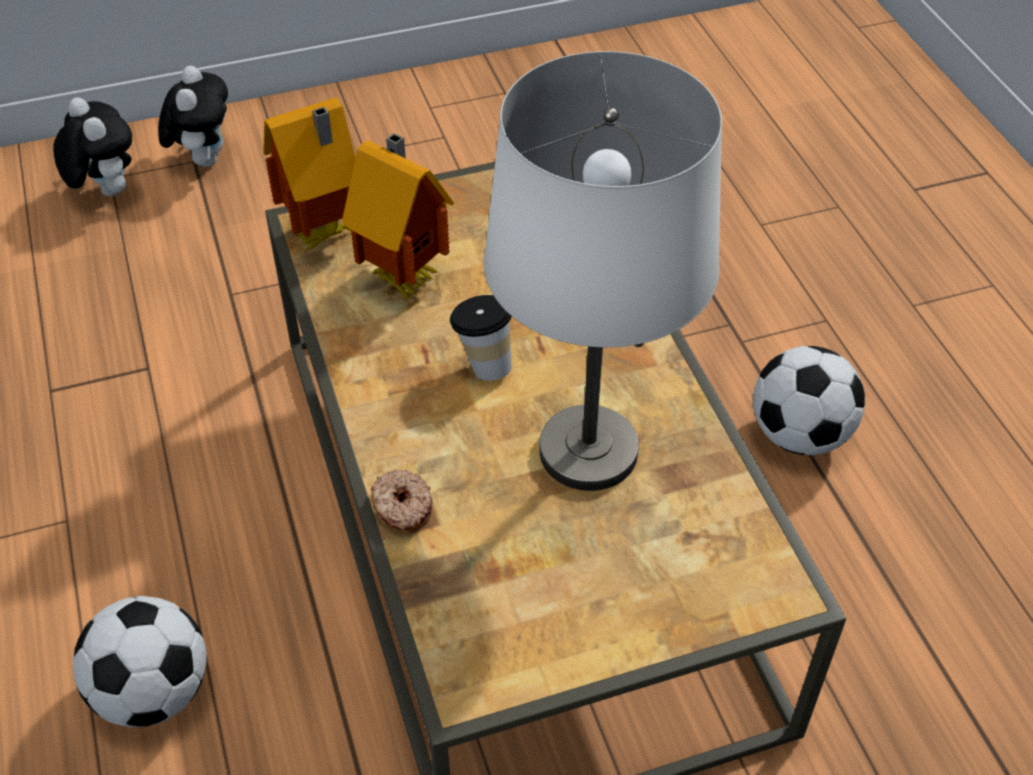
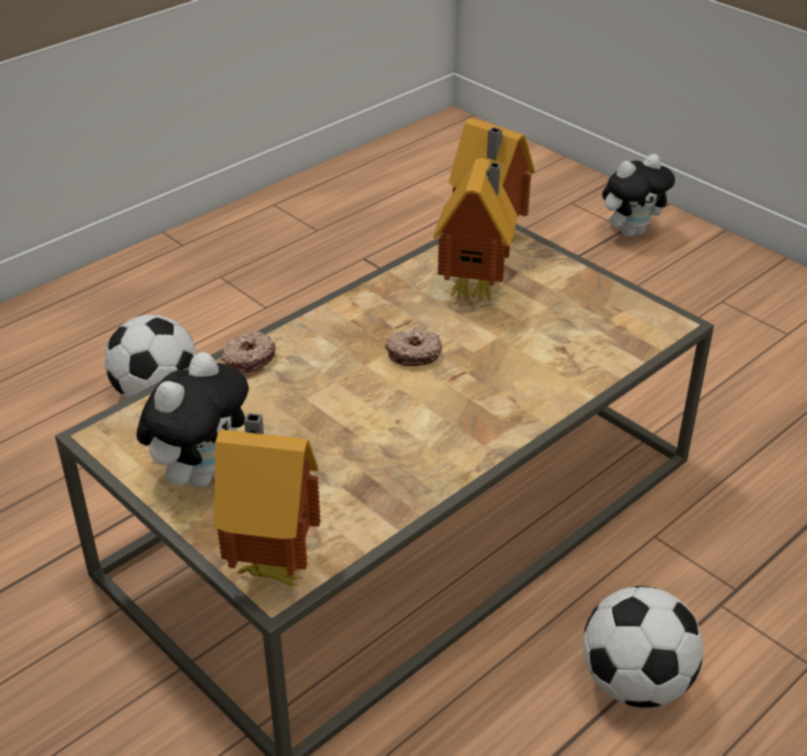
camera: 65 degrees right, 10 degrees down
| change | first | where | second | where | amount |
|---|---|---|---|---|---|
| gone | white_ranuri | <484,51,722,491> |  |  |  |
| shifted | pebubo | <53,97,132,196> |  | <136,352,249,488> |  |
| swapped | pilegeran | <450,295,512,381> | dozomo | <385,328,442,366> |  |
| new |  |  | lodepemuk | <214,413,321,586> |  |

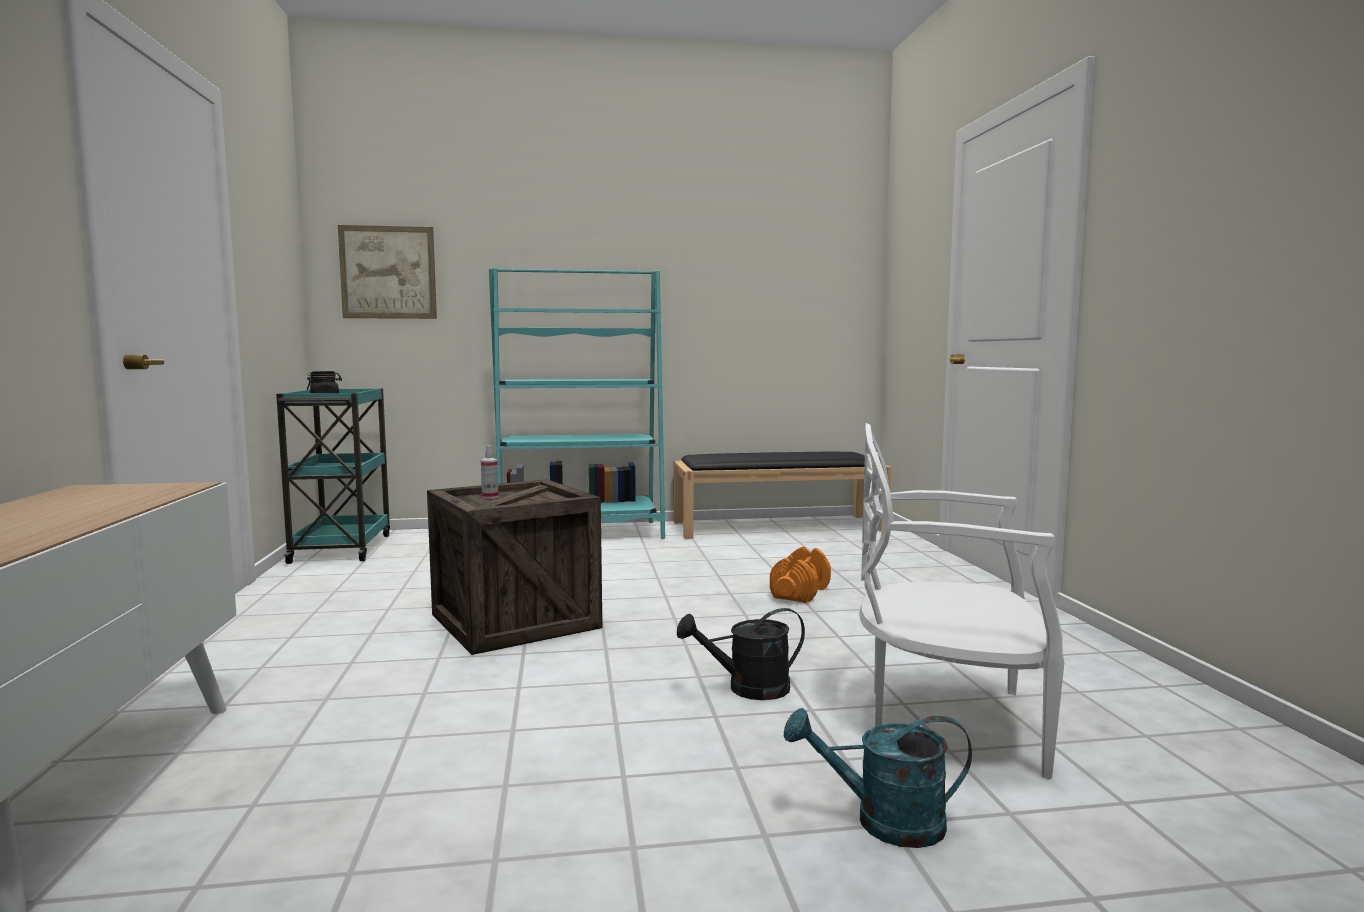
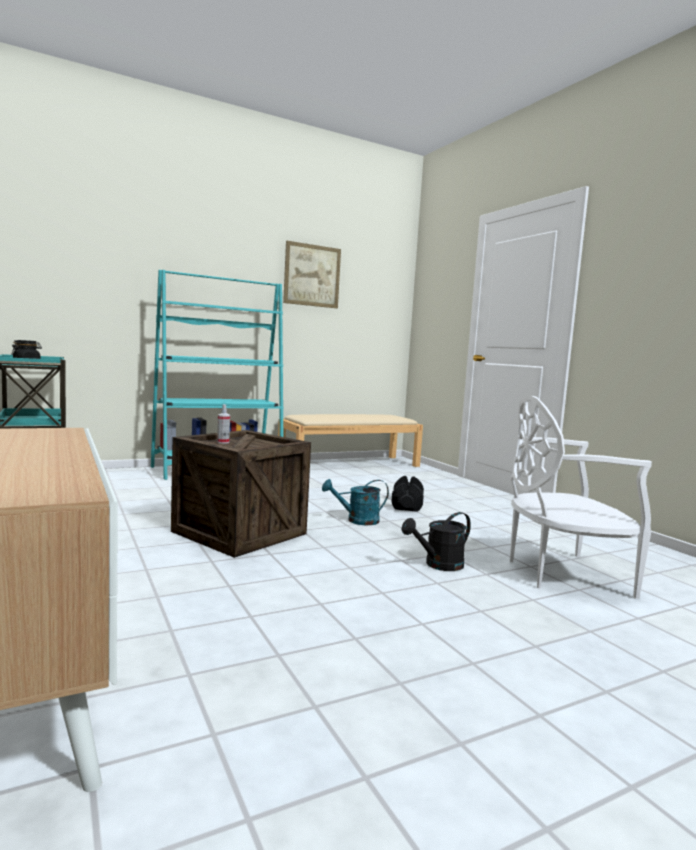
camera: 20 degrees left, 0 degrees up
| change | first | where | second | where | amount |
|---|---|---|---|---|---|
| shifted | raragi | <338,225,437,319> |  | <283,241,341,308> |  |
| repainted | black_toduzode | <674,451,891,539> | beige_toduzode | <278,414,423,467> |  |
| repainted | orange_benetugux | <770,547,831,603> | black_benetugux | <392,476,424,512> |  |
| shifted | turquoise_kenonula | <784,708,972,848> |  | <322,479,389,525> |  |

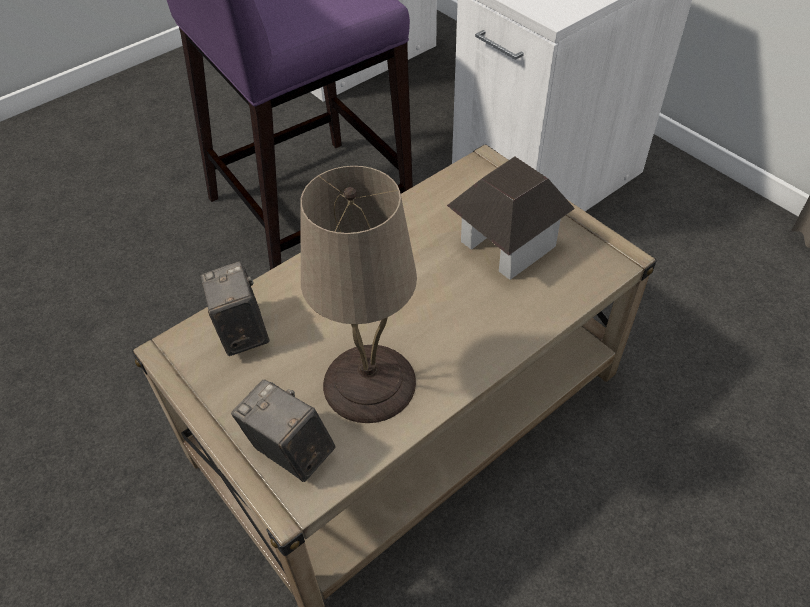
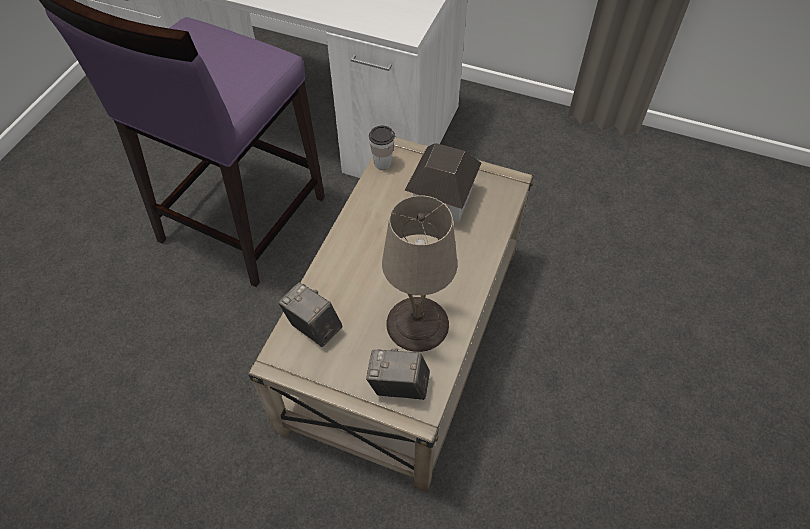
camera: 30 degrees left, 5 degrees up
| change | first | where | second | where | amount |
|---|---|---|---|---|---|
| new |  |  | pilegeran | <369,126,395,170> |  |

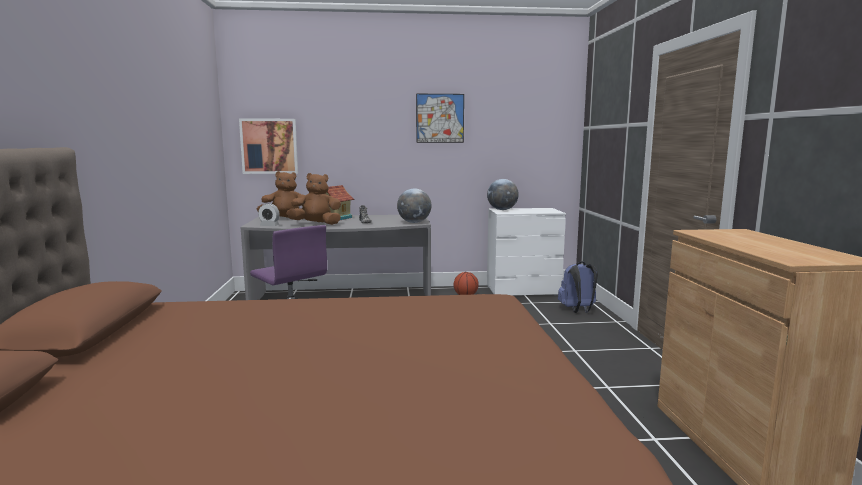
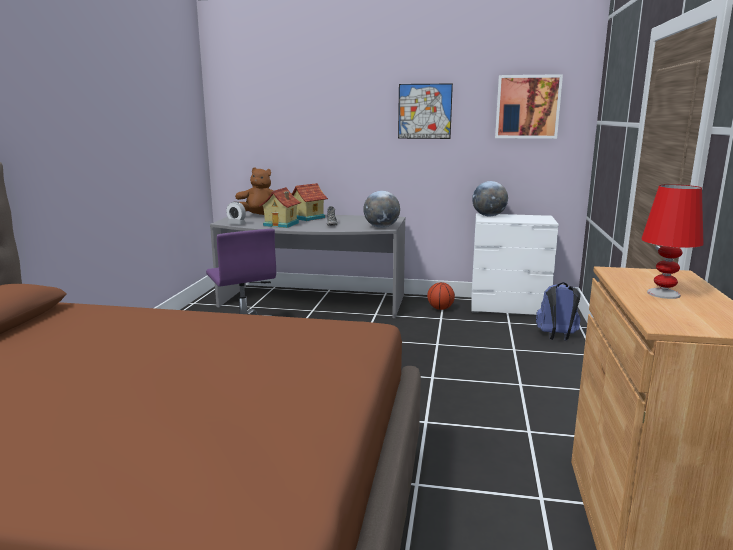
camera: 15 degrees right, 5 degrees up
| change | first | where | second | where | amount |
|---|---|---|---|---|---|
| shifted | raragi | <239,118,298,174> |  | <495,74,563,139> |  |
| swapped | brown_pebubo | <286,173,341,225> | lodepemuk | <259,187,301,228> |  |
| new |  |  | red_ranuri | <641,184,704,299> |  |

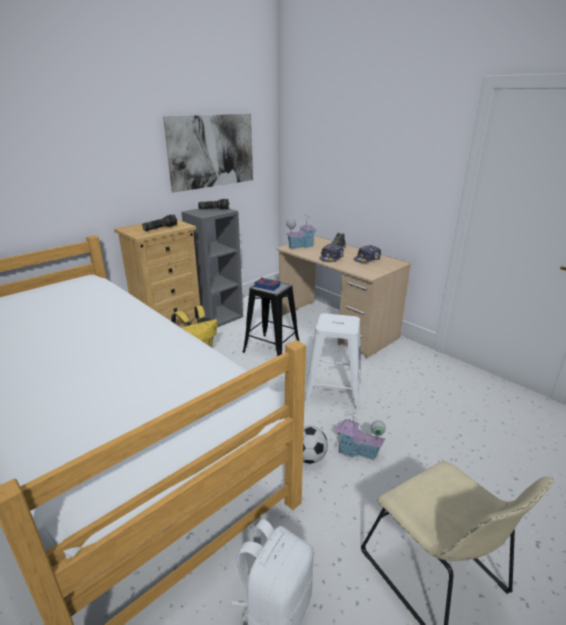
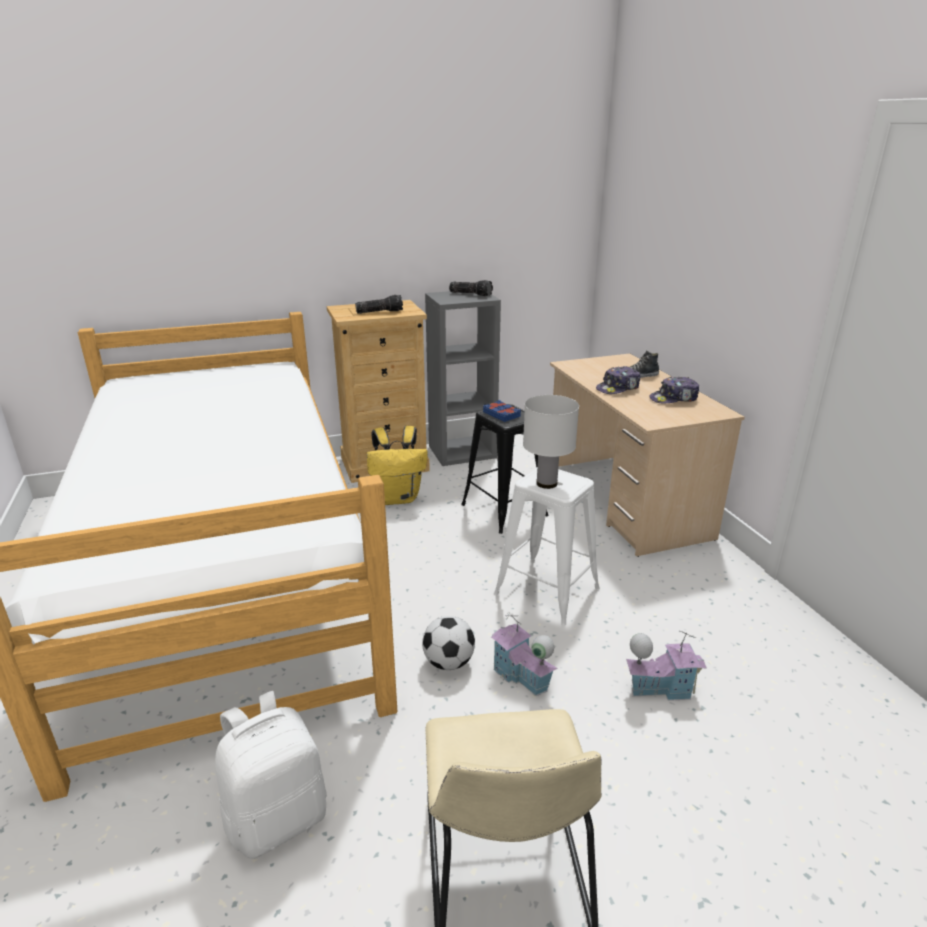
camera: 25 degrees right, 0 degrees up
| change | first | where | second | where | amount |
|---|---|---|---|---|---|
| gone | raragi | <163,114,253,193> |  |  |  |
| shifted | lodepemuk | <286,216,317,249> |  | <626,630,707,701> |  |
| new |  |  | white_ranuri | <523,395,579,489> |  |

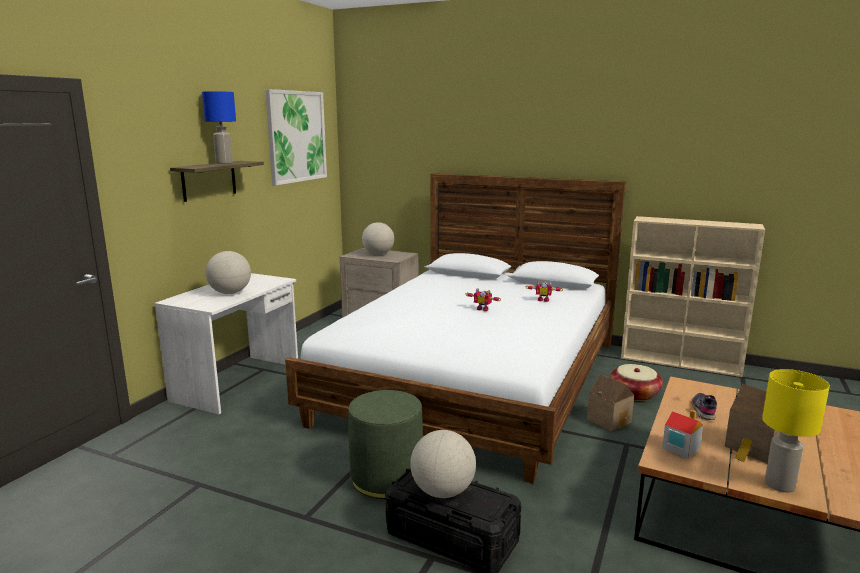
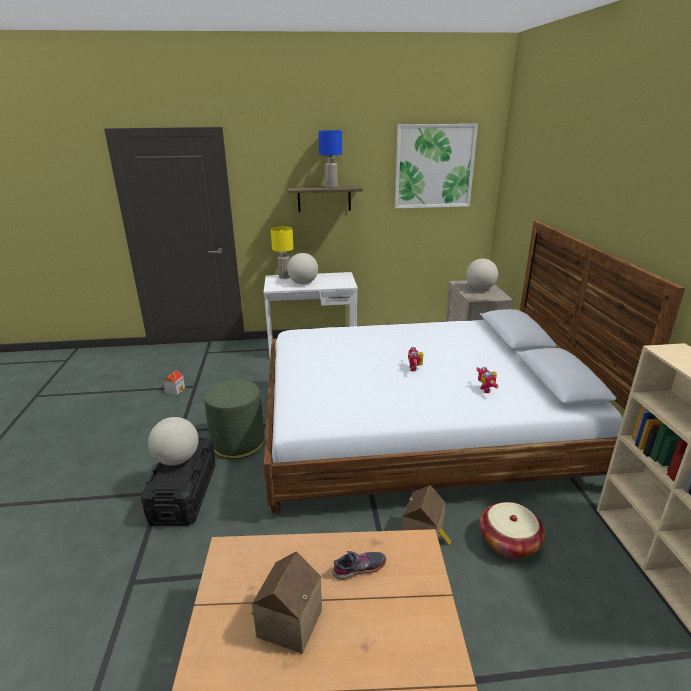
camera: 60 degrees right, 10 degrees up
| change | first | where | second | where | amount |
|---|---|---|---|---|---|
| shifted | yellow_ranuri | <762,369,830,492> |  | <271,226,294,279> |  |
| shifted | lodepemuk | <662,409,703,459> |  | <163,370,185,395> |  |

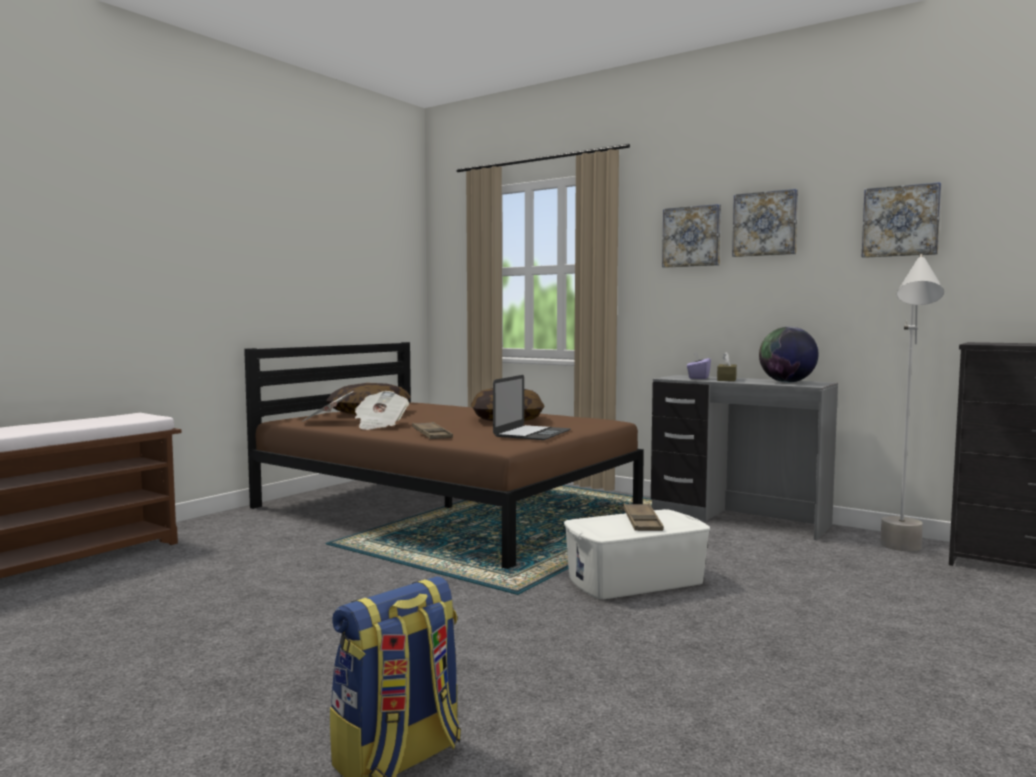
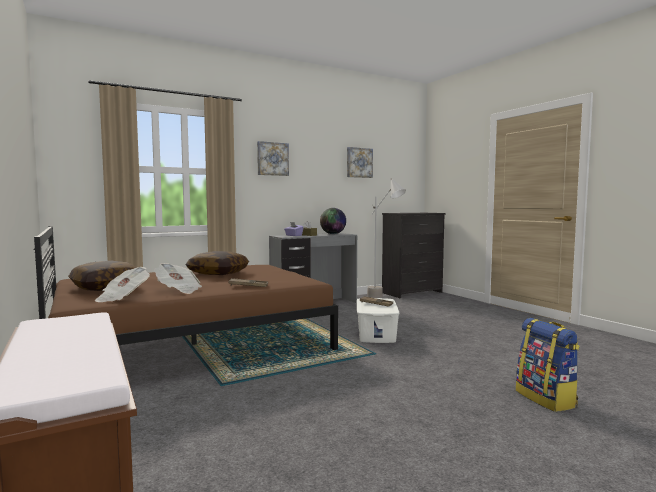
camera: 65 degrees left, 0 degrees up
| change | first | where | second | where | amount |
|---|---|---|---|---|---|
| gone | raragi | <732,189,798,257> |  |  |  |
| gone | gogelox | <493,375,571,440> |  |  |  |

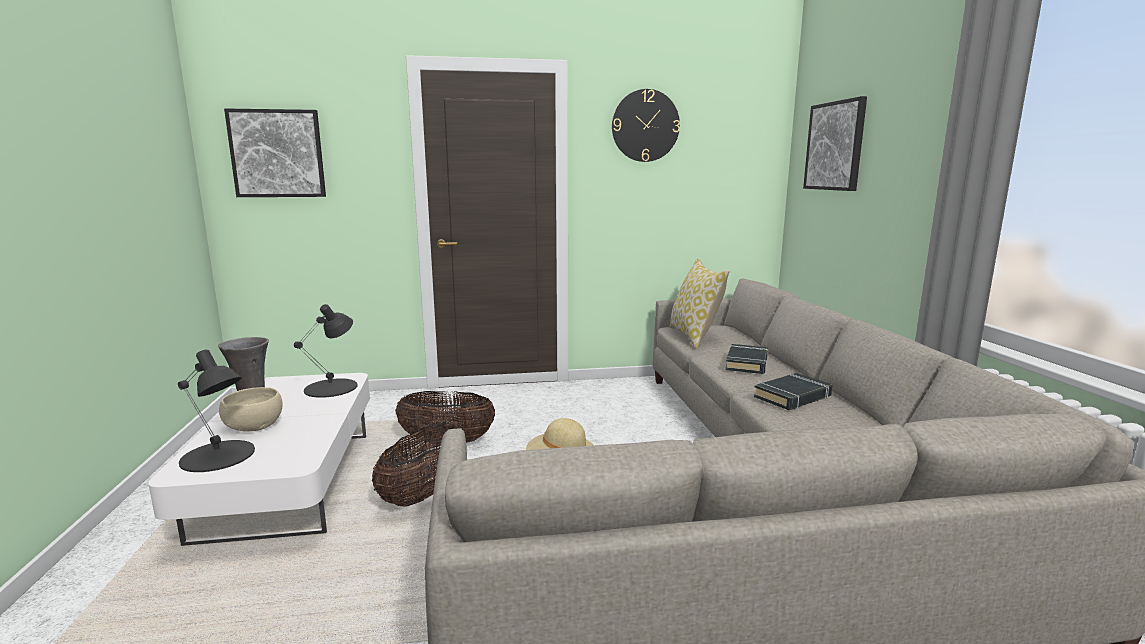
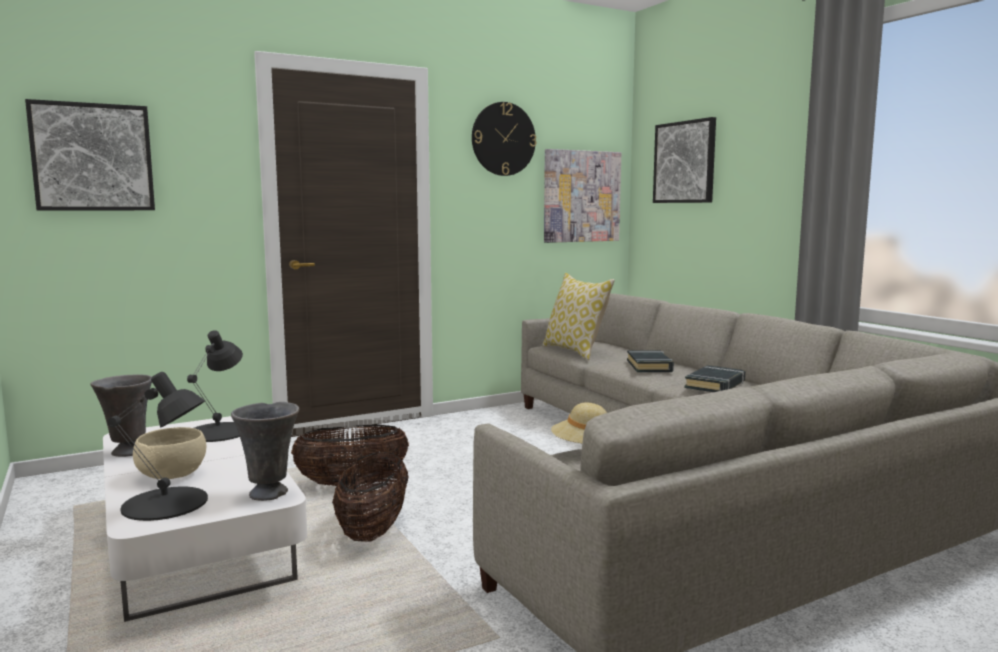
camera: 20 degrees left, 5 degrees down
| change | first | where | second | where | amount |
|---|---|---|---|---|---|
| new |  |  | raragi | <544,149,621,243> |  |
| new |  |  | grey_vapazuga | <231,402,299,501> |  |

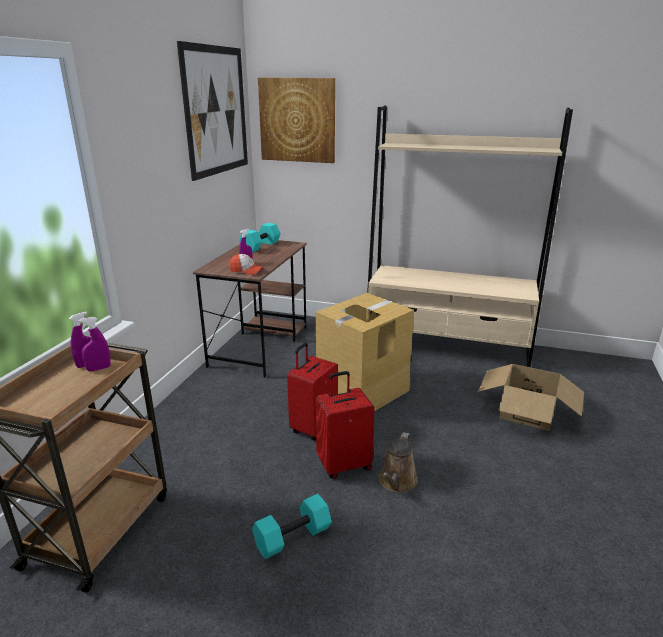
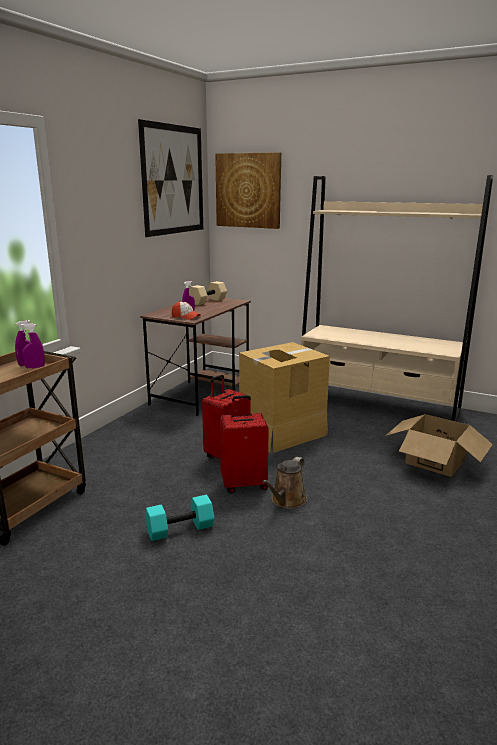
camera: 10 degrees right, 5 degrees down
| change | first | where | second | where | amount |
|---|---|---|---|---|---|
| repainted | turquoise_benetugux | <239,223,281,253> | beige_benetugux | <189,281,227,305> |  |

